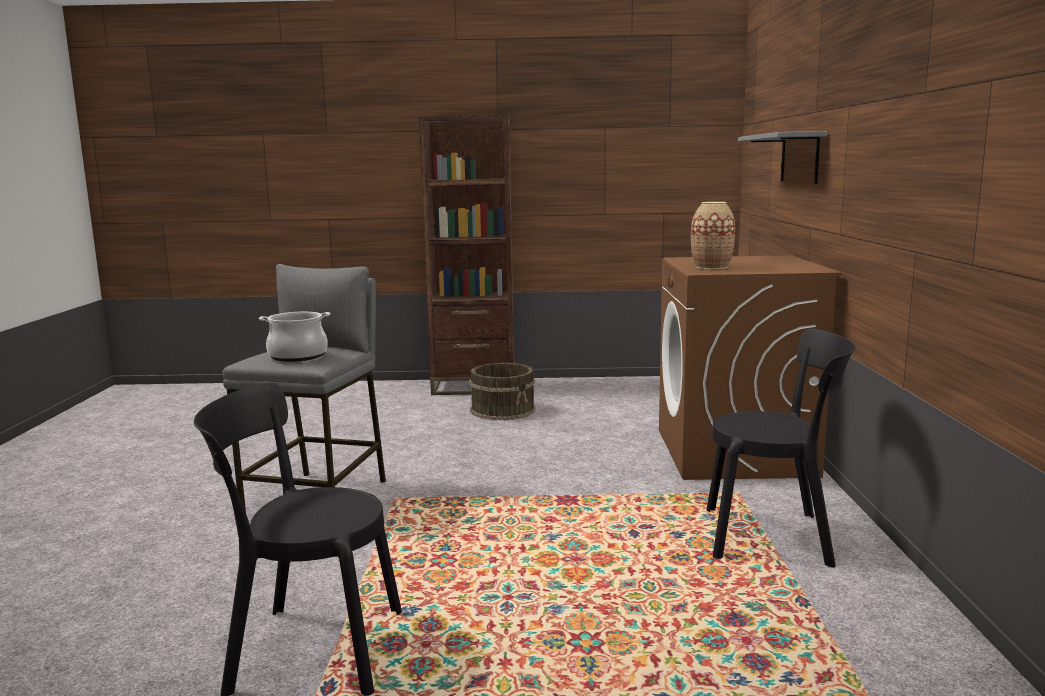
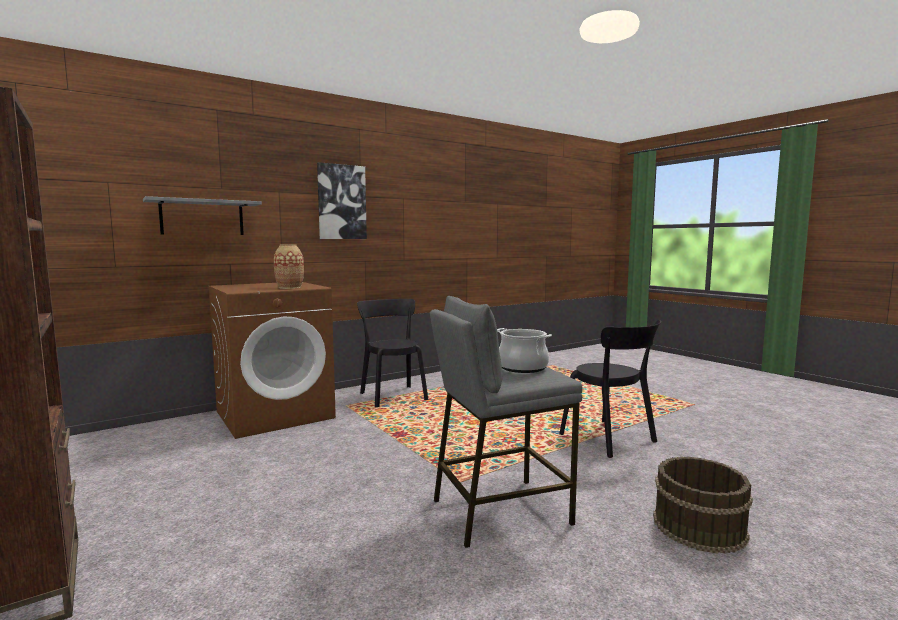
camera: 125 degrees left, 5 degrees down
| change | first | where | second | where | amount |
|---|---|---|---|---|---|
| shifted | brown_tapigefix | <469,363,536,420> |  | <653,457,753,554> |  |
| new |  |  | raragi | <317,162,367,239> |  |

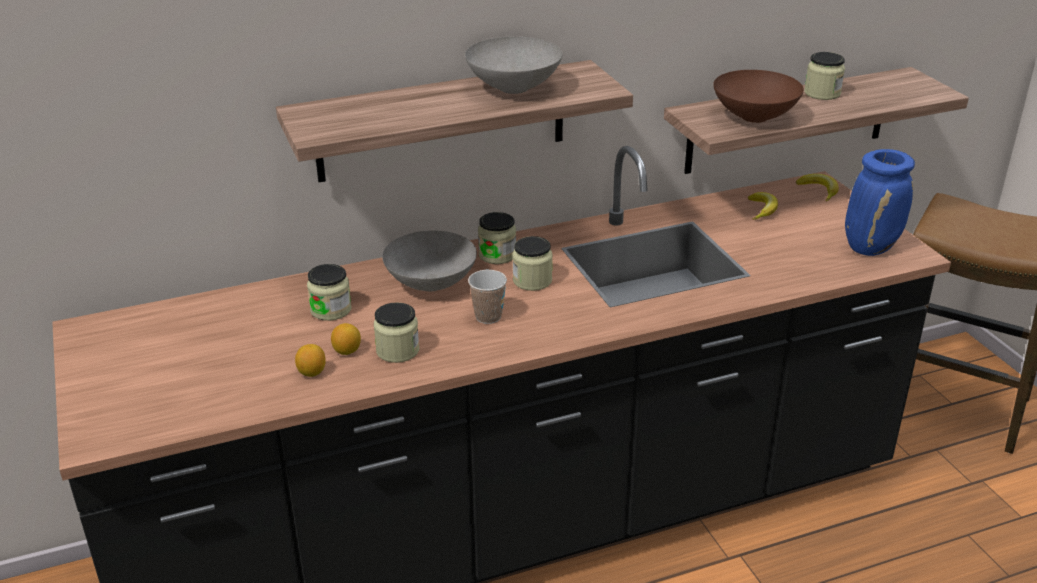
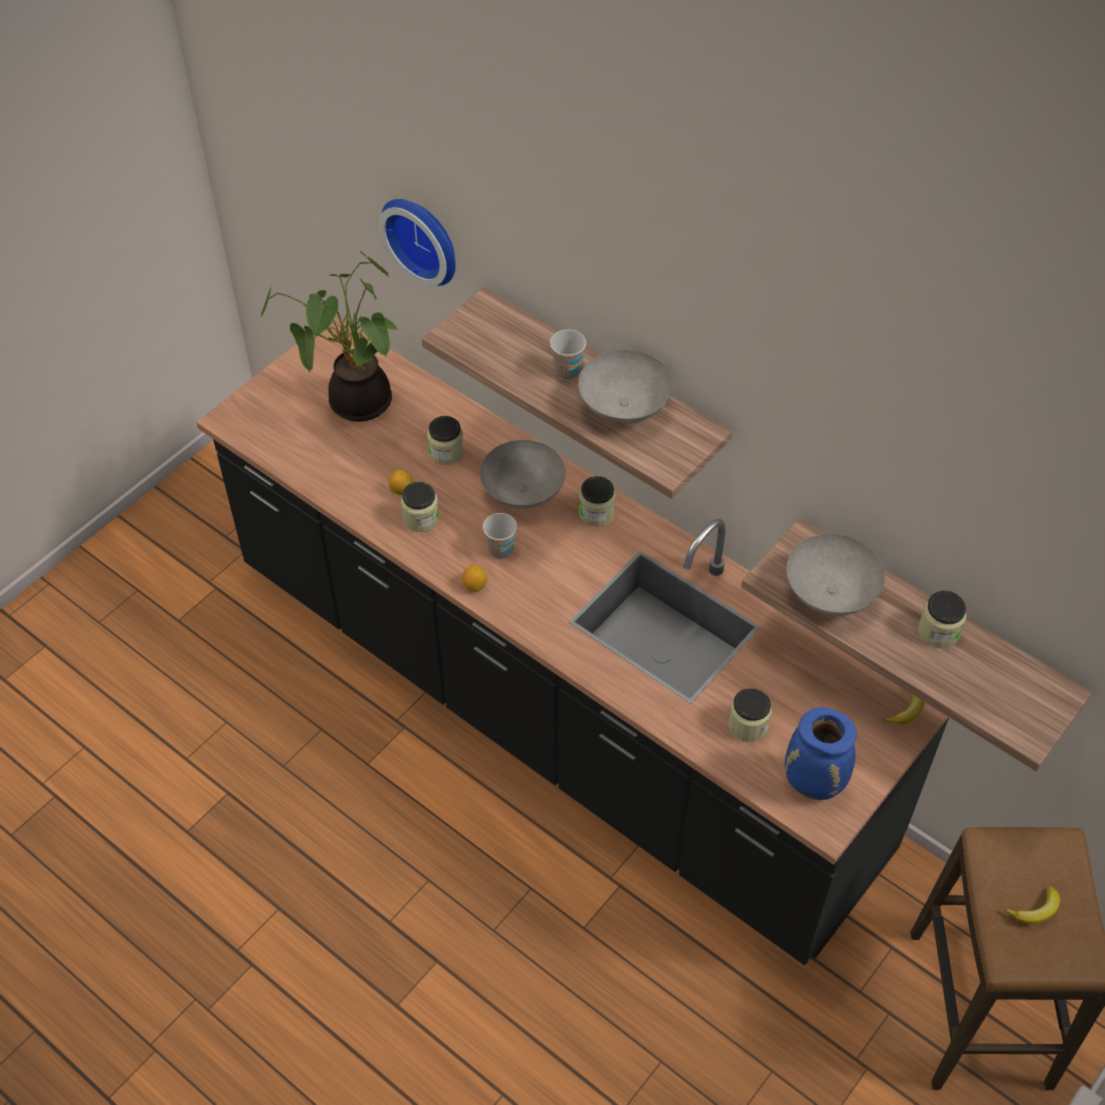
camera: 60 degrees right, 20 degrees up
| change | first | where | second | where | amount |
|---|---|---|---|---|---|
| repainted | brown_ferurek | <713,70,804,123> | grey_ferurek | <786,534,885,616> |  |
| shifted | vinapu | <748,192,778,220> |  | <1003,887,1060,924> |  |
| shifted | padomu | <512,236,553,291> |  | <728,688,772,742> |  |
| shifted | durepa | <295,344,326,377> |  | <462,565,487,592> |  |
| new |  |  | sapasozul | <379,199,456,286> |  |
| new |  |  | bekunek | <261,251,398,422> |  |
| new |  |  | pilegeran | <550,330,586,380> |  |

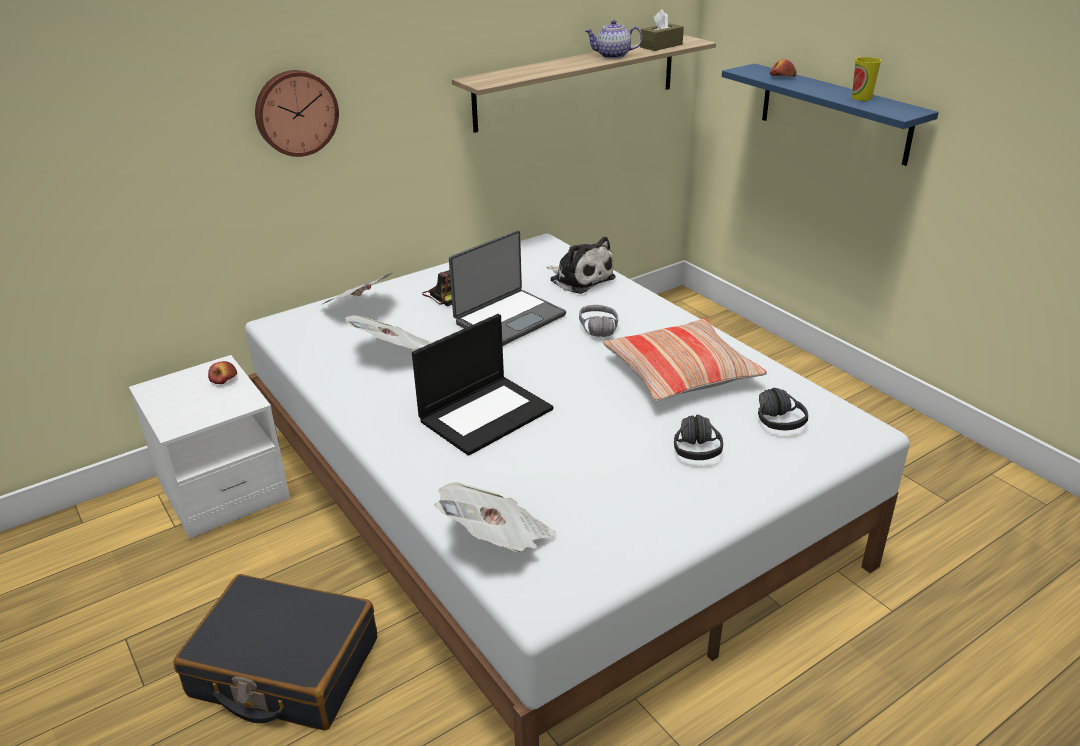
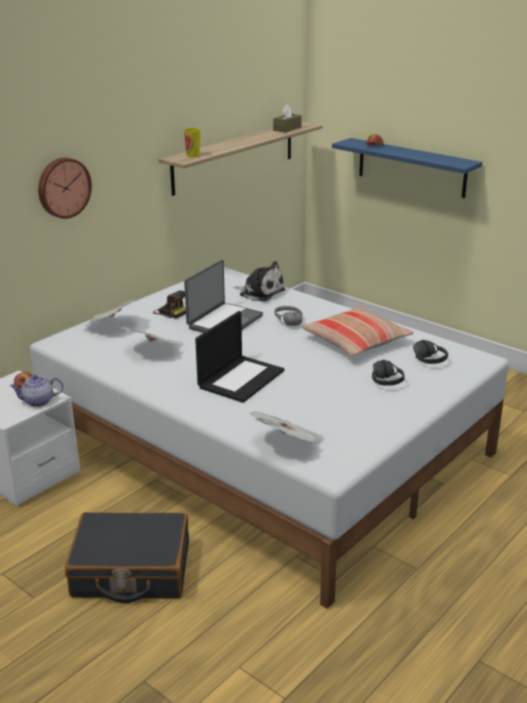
camera: 15 degrees left, 5 degrees down
| change | first | where | second | where | amount |
|---|---|---|---|---|---|
| shifted | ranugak | <585,20,643,59> |  | <10,375,63,407> |  |
| shifted | pilegeran | <852,57,881,101> |  | <184,128,200,157> |  |

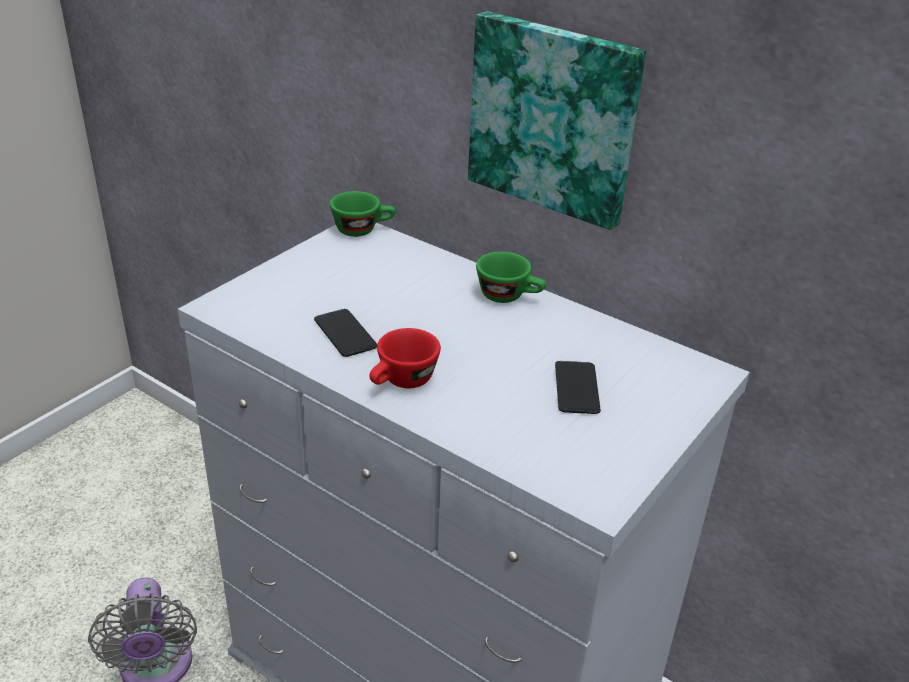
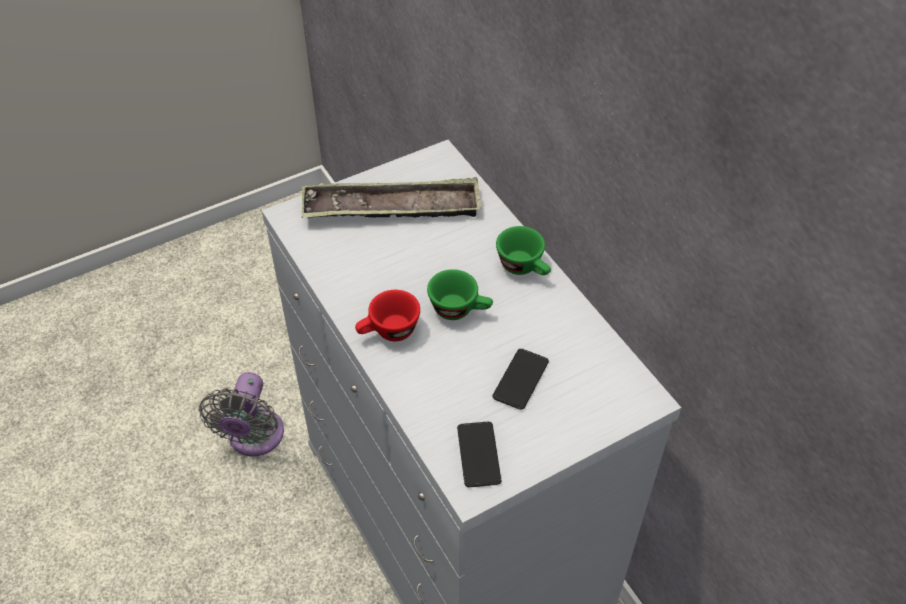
camera: 25 degrees right, 15 degrees up
| change | first | where | second | where | amount |
|---|---|---|---|---|---|
| gone | raragi | <468,11,646,230> |  |  |  |
| shifted | green_pilegeran | <330,191,395,237> |  | <427,269,493,320> |  |
| shifted | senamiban | <314,309,377,357> |  | <457,422,501,487> |  |
| new |  |  | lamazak | <302,177,481,218> |  |

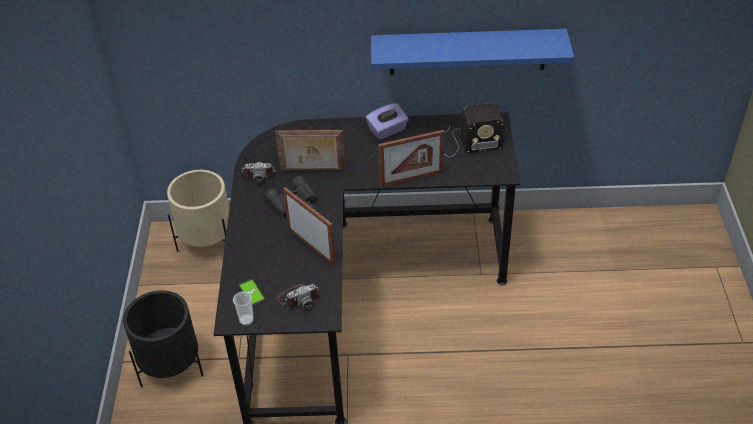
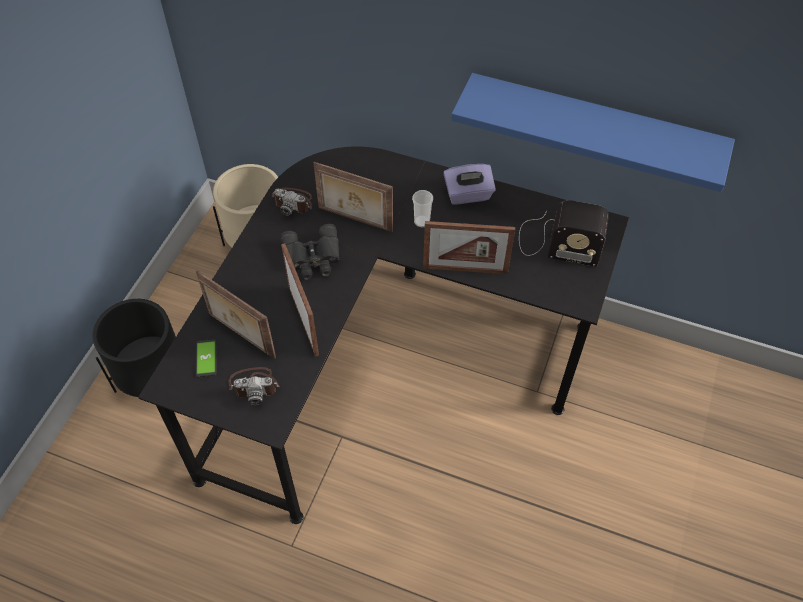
camera: 20 degrees right, 10 degrees up
| change | first | where | second | where | amount |
|---|---|---|---|---|---|
| shifted | pilegeran | <233,291,254,325> |  | <412,190,433,227> |  |
| new |  |  | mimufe | <196,270,276,359> |  |

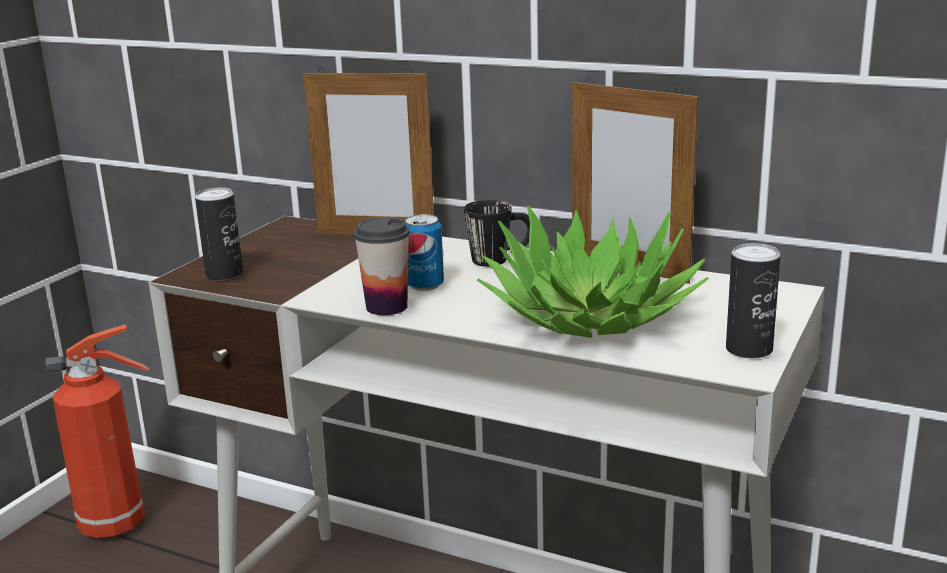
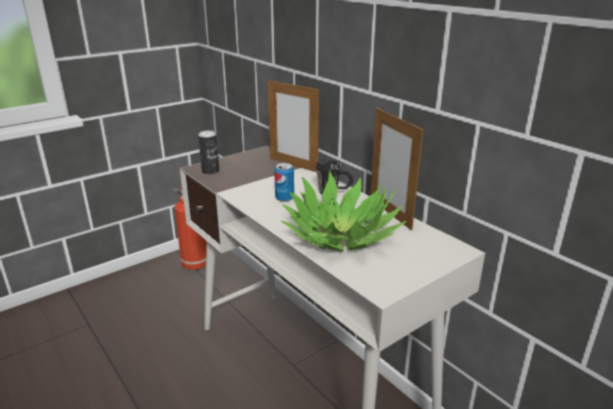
camera: 25 degrees right, 5 degrees up
| change | first | where | second | where | amount |
|---|---|---|---|---|---|
| gone | pilegeran | <353,217,410,315> |  |  |  |
| gone | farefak | <726,243,780,358> |  |  |  |

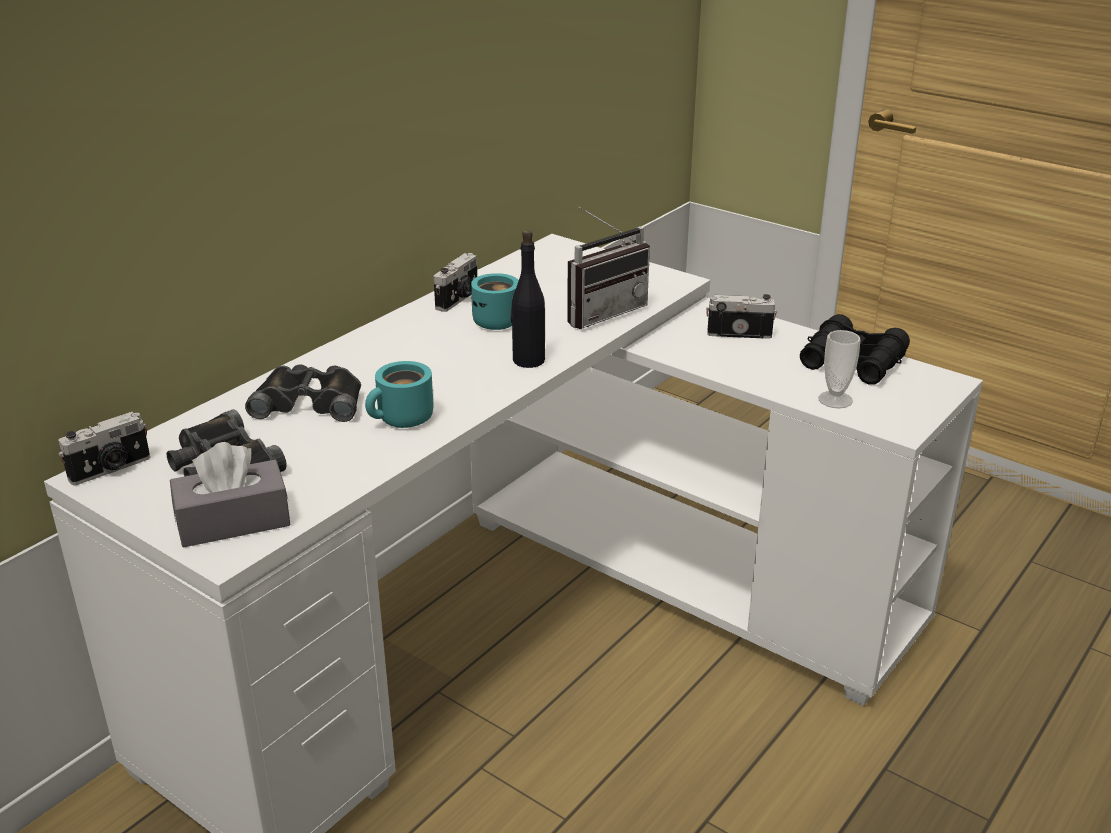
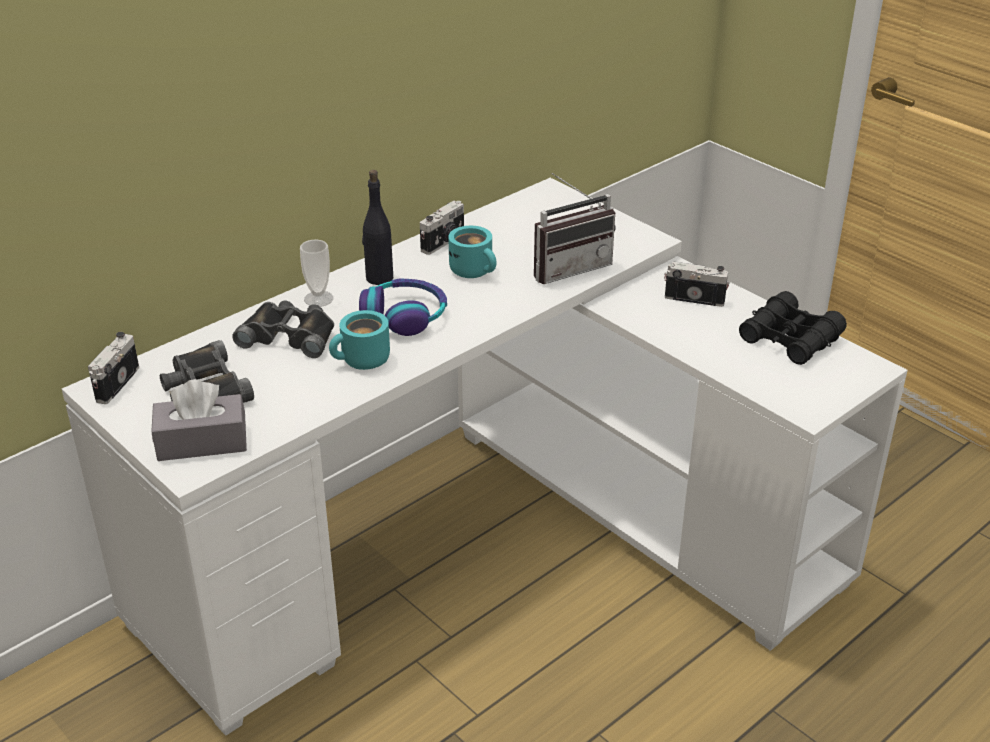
camera: 10 degrees right, 5 degrees up
| change | first | where | second | where | amount |
|---|---|---|---|---|---|
| shifted | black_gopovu | <511,230,545,368> |  | <362,170,393,285> |  |
| shifted | pilegeran | <818,330,860,408> |  | <300,240,333,307> |  |
| rotated | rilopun | <58,412,150,485> |  | <88,332,139,404> | 135 degrees clockwise |
| new |  |  | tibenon | <359,278,447,336> |  |

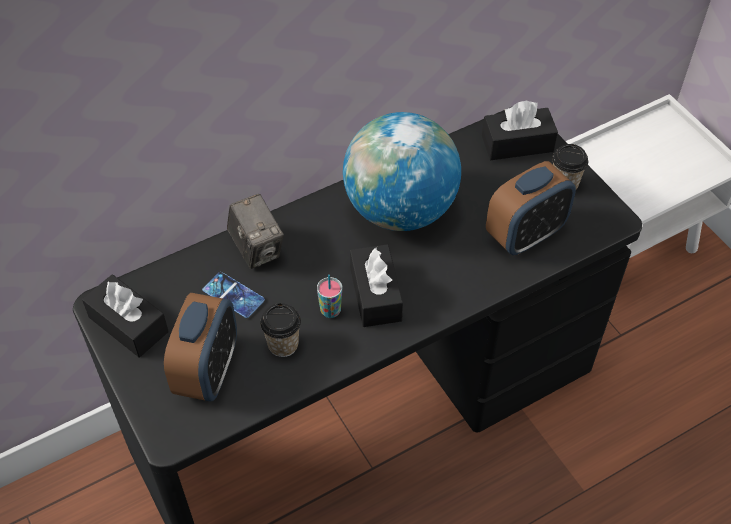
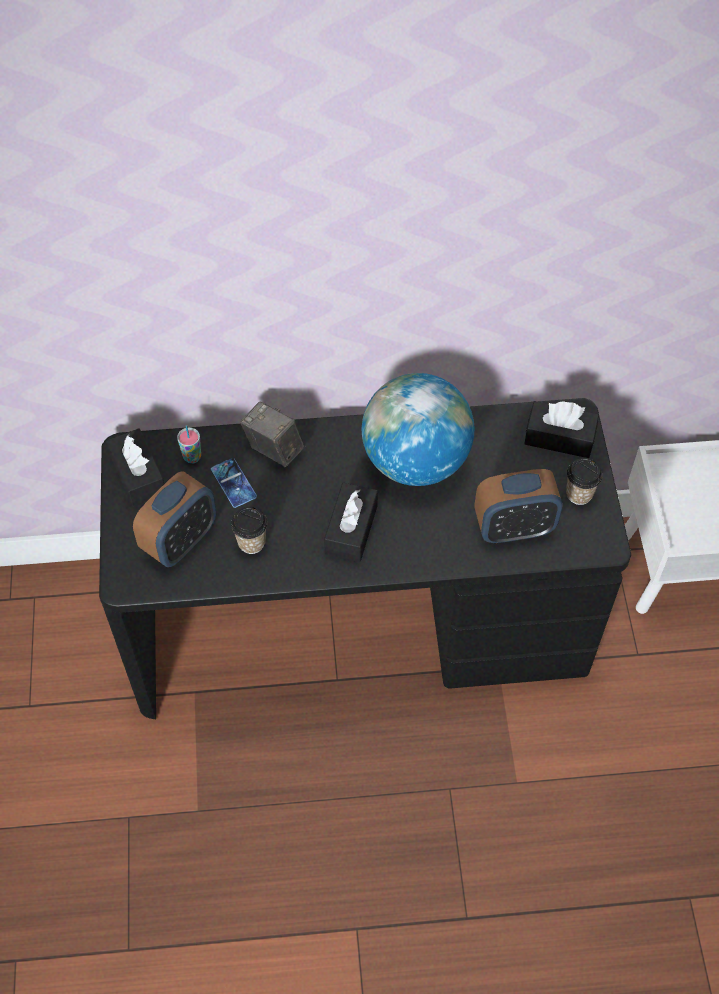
camera: 25 degrees right, 5 degrees up
| change | first | where | second | where | amount |
|---|---|---|---|---|---|
| rotated | rilopun | <227,194,284,269> |  | <240,402,305,467> | 135 degrees clockwise |
| shifted | pilegeran | <317,274,342,318> |  | <177,425,201,464> |  |

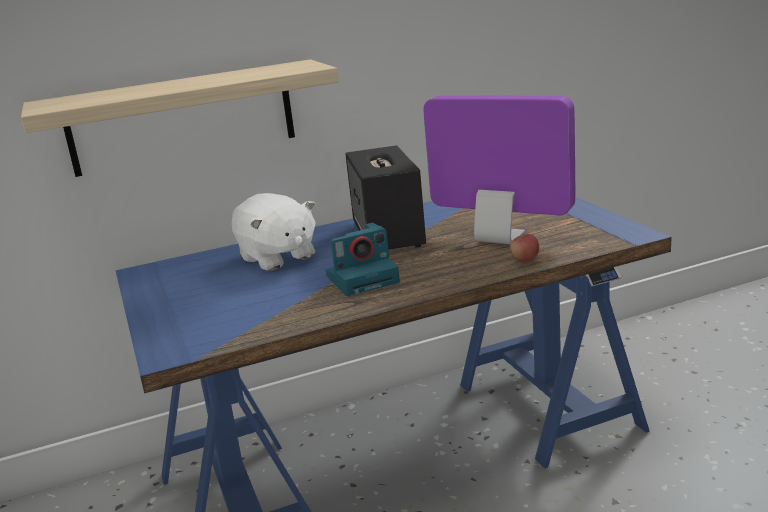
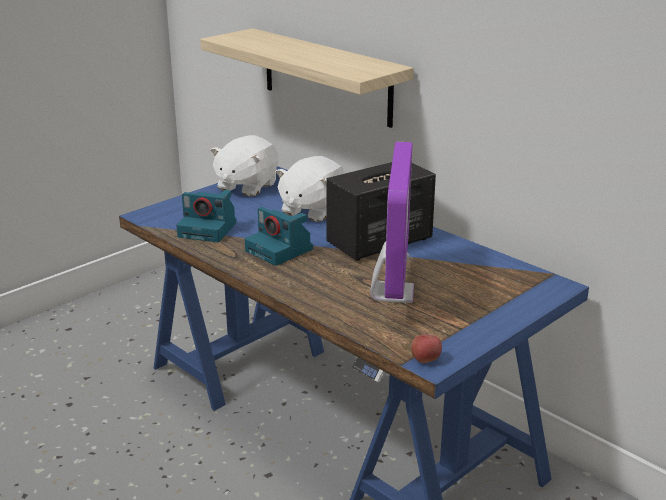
camera: 65 degrees right, 5 degrees up
| change | first | where | second | where | amount |
|---|---|---|---|---|---|
| shifted | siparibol | <510,234,539,263> |  | <411,334,442,363> |  |
| new |  |  | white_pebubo | <210,135,279,197> |  |
| new |  |  | rilopun | <176,190,237,242> |  |

